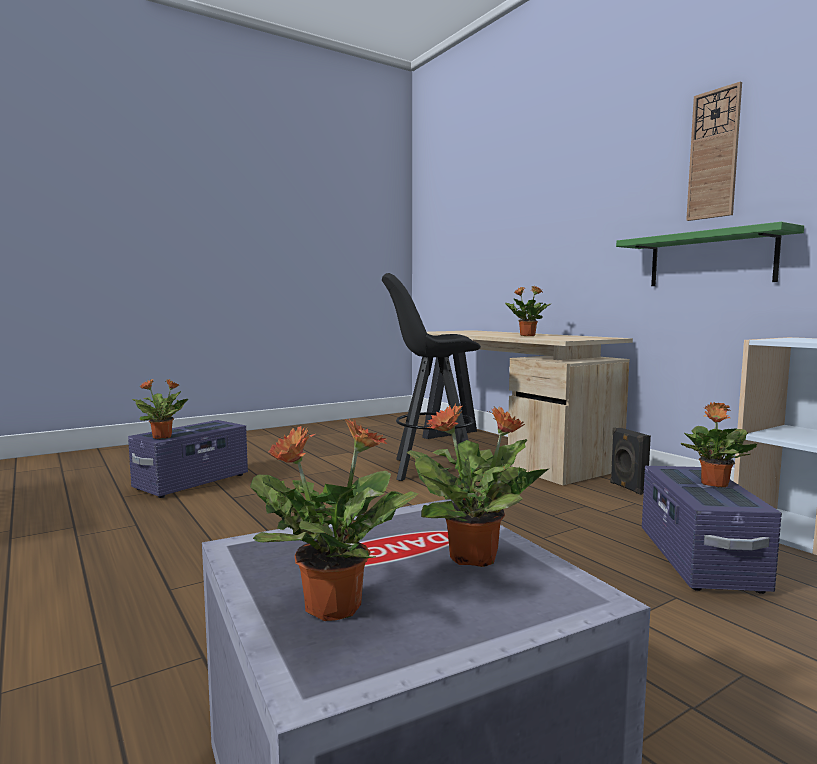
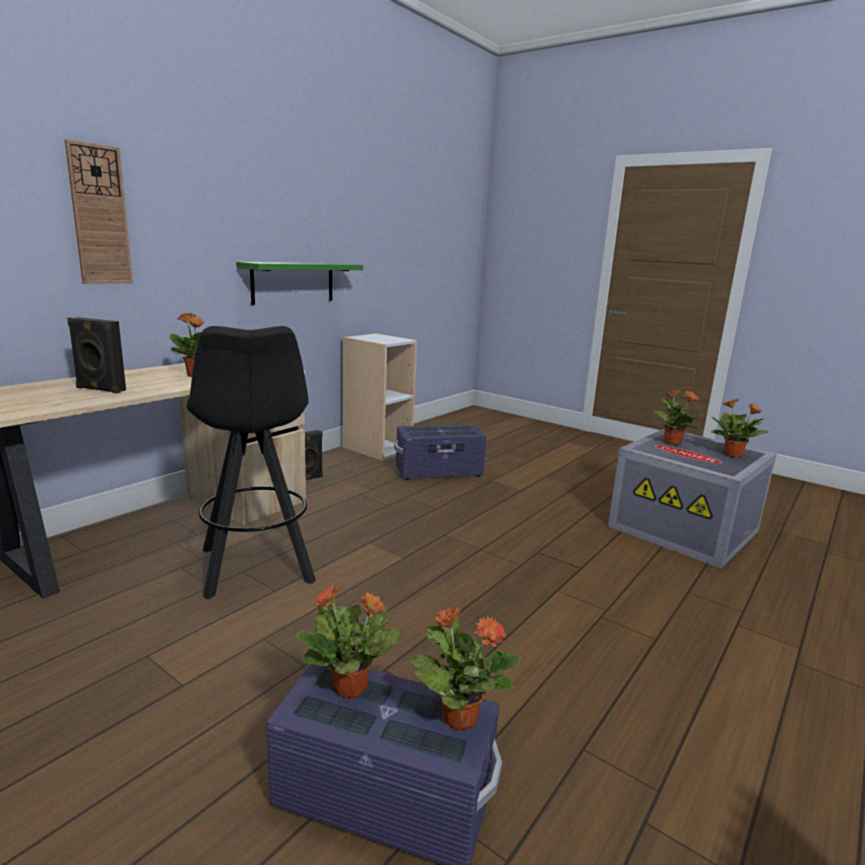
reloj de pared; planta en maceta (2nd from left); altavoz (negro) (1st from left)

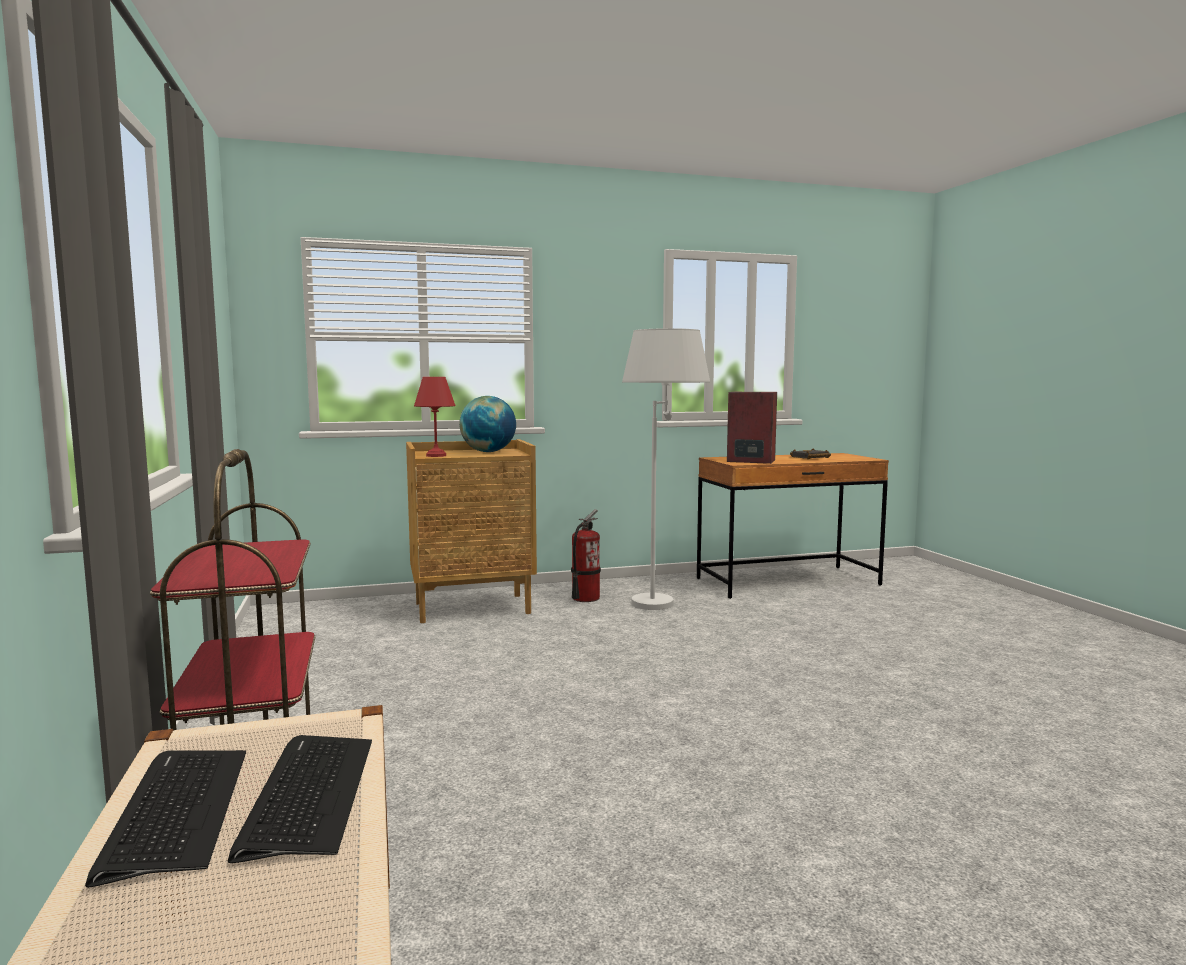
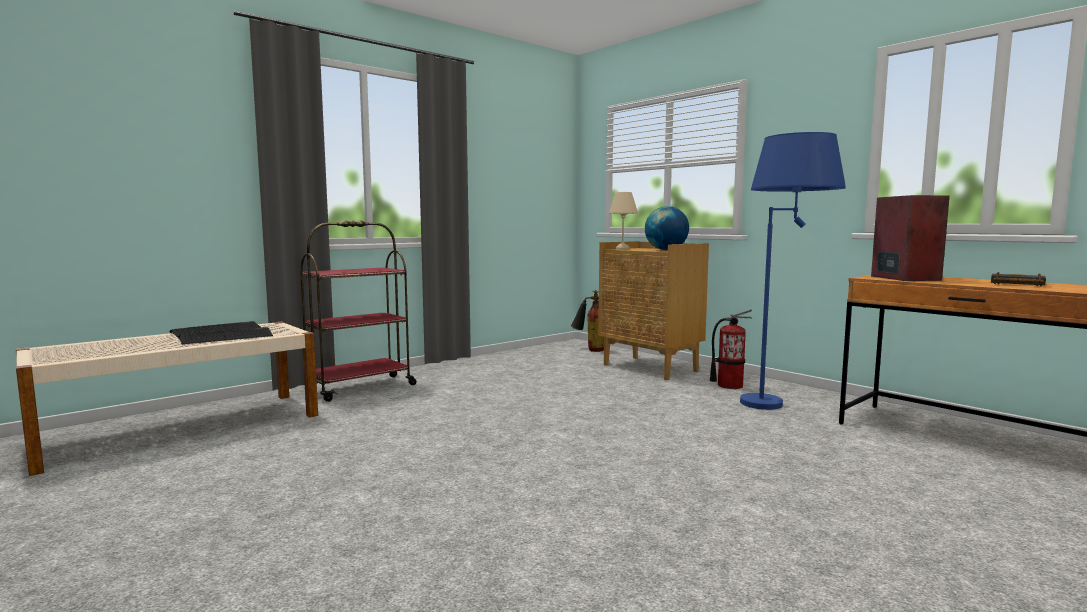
lámpara de pie (azul); lámpara de mesa (beis); extintor (1st from left)

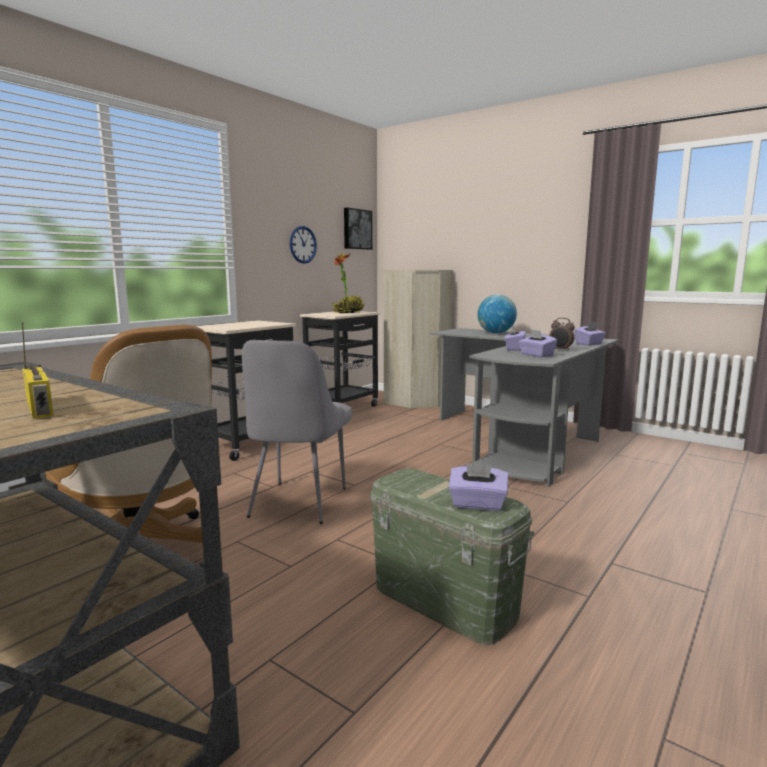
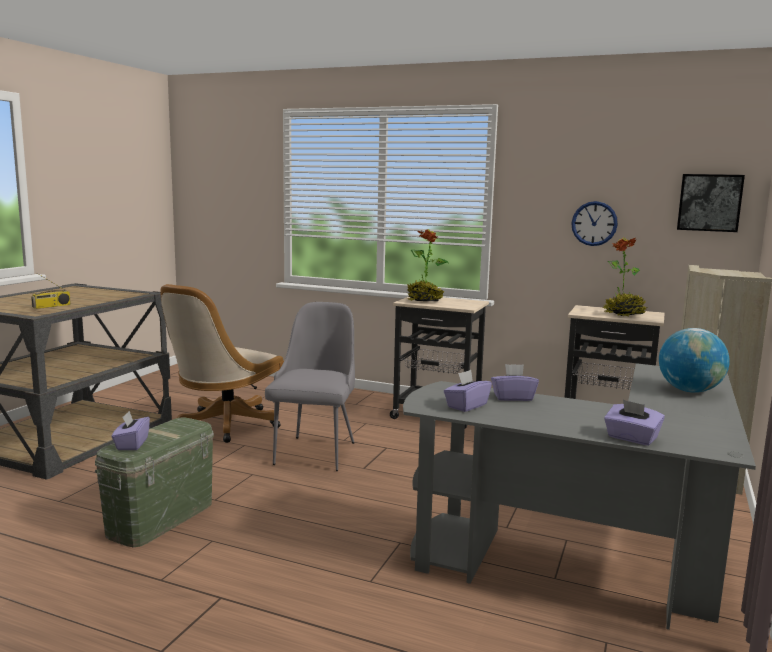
despertador; silla (gris); planta en maceta (1st from left)

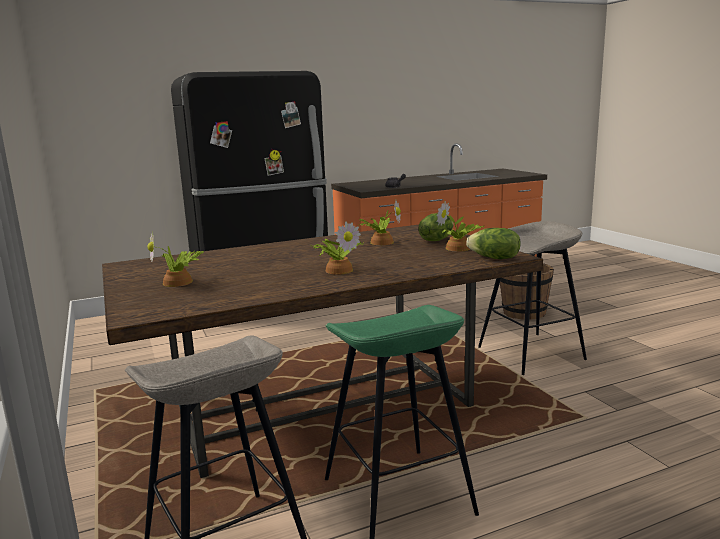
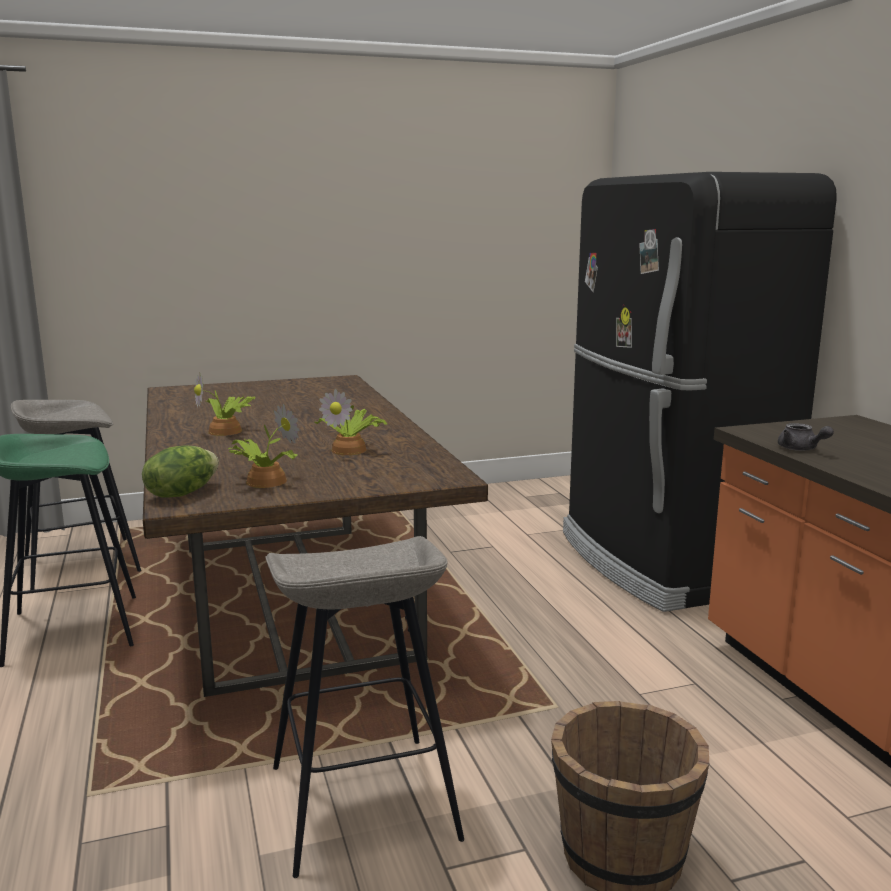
lechuga (1st from left in the first image); planta en maceta (1st from left in the first image)

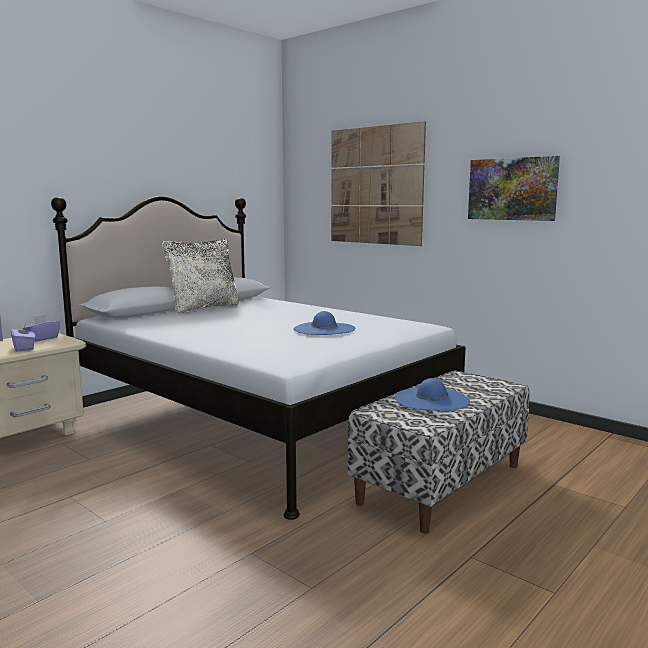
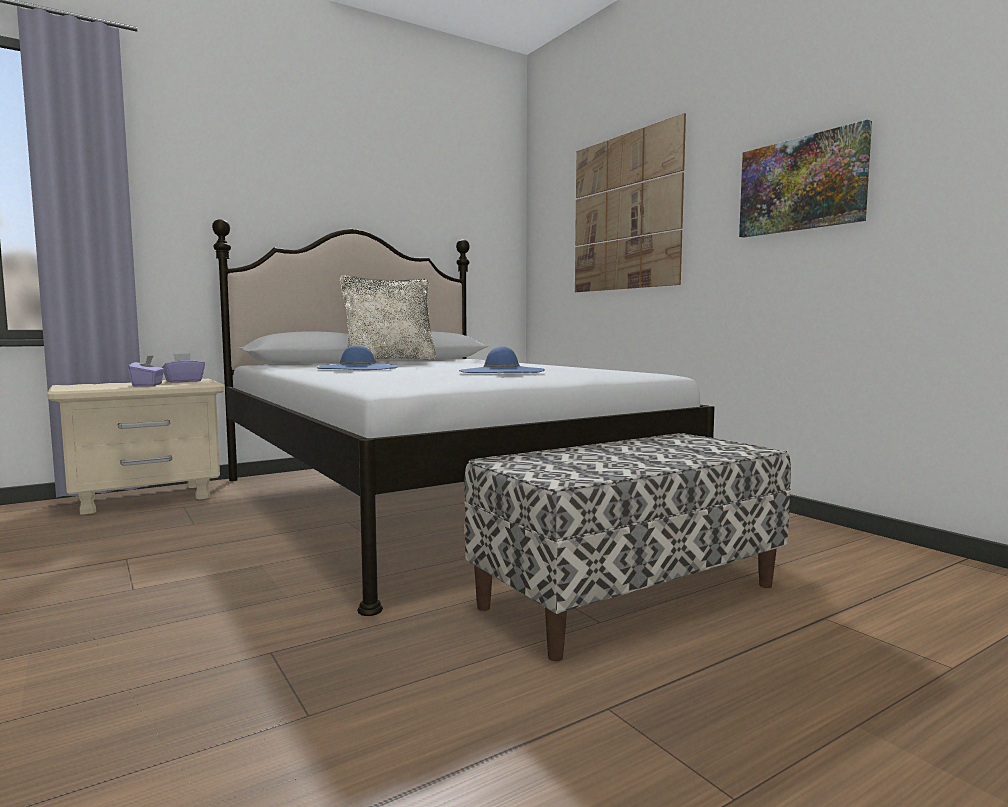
sombrero (azul) (1st from left)

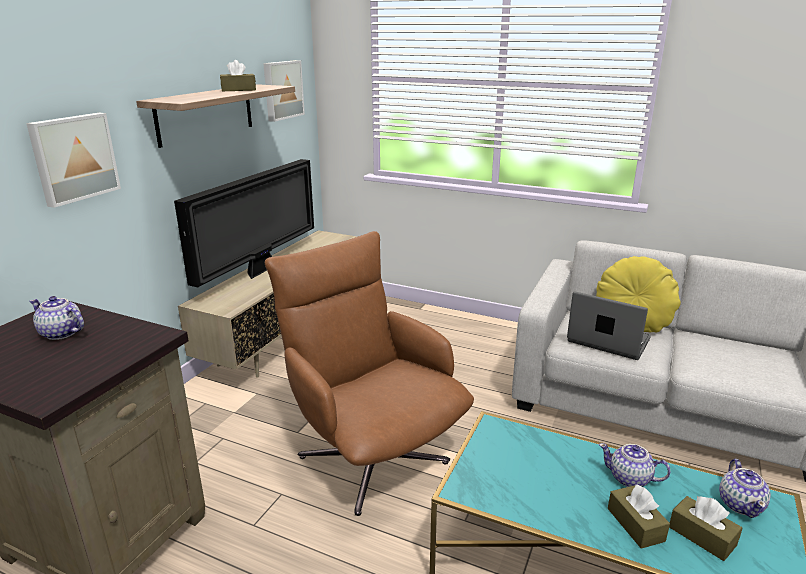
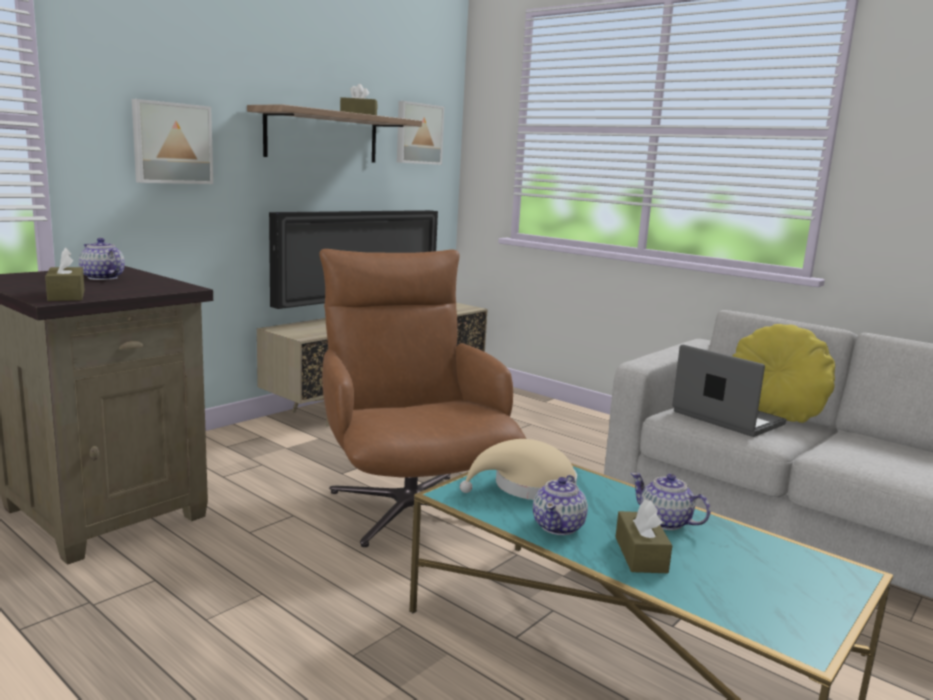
tetera (2nd from left); caja de pañuelos (marrón) (1st from left); sombrero (beis)

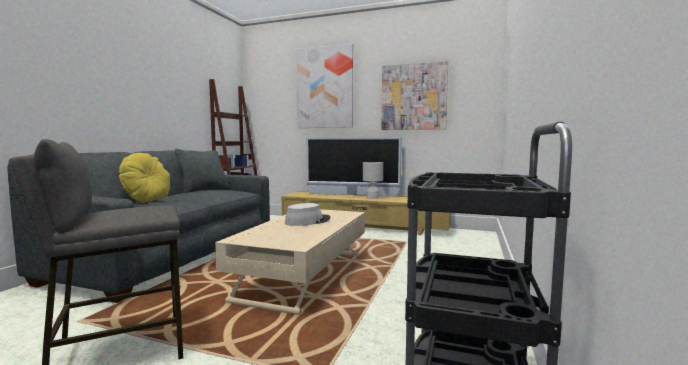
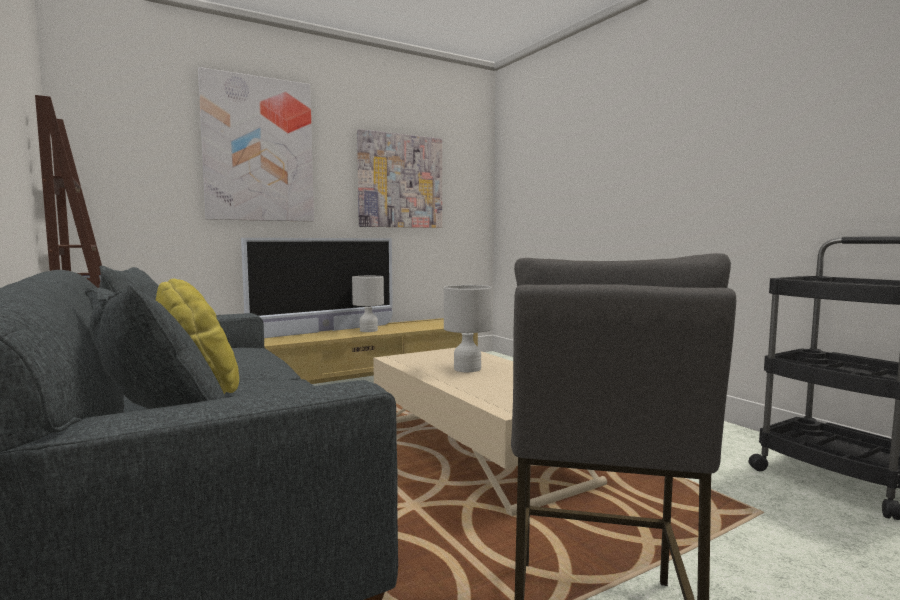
lámpara de mesa (gris) (2nd from left)

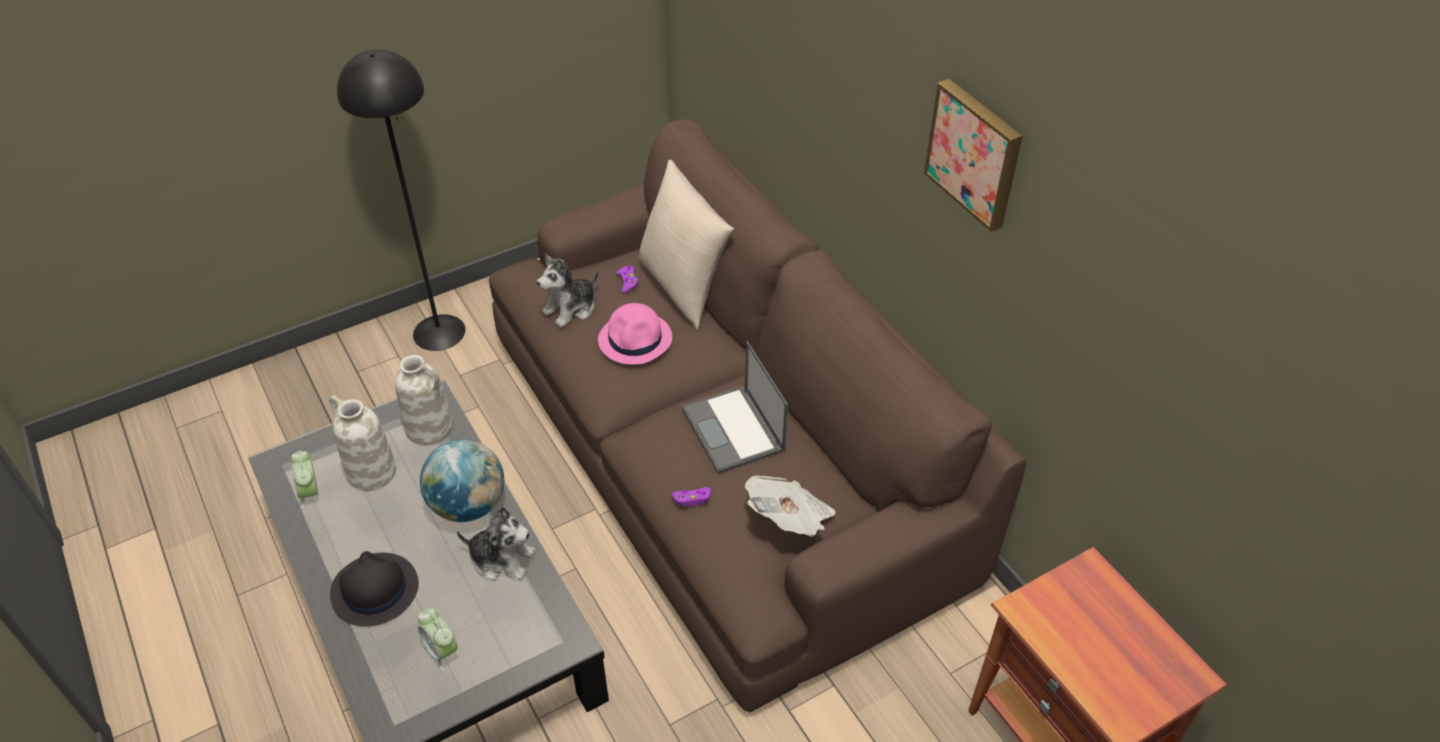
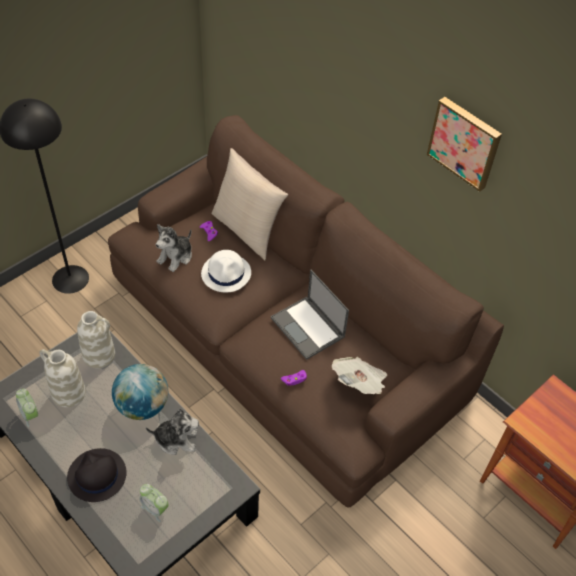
sombrero (blanco)

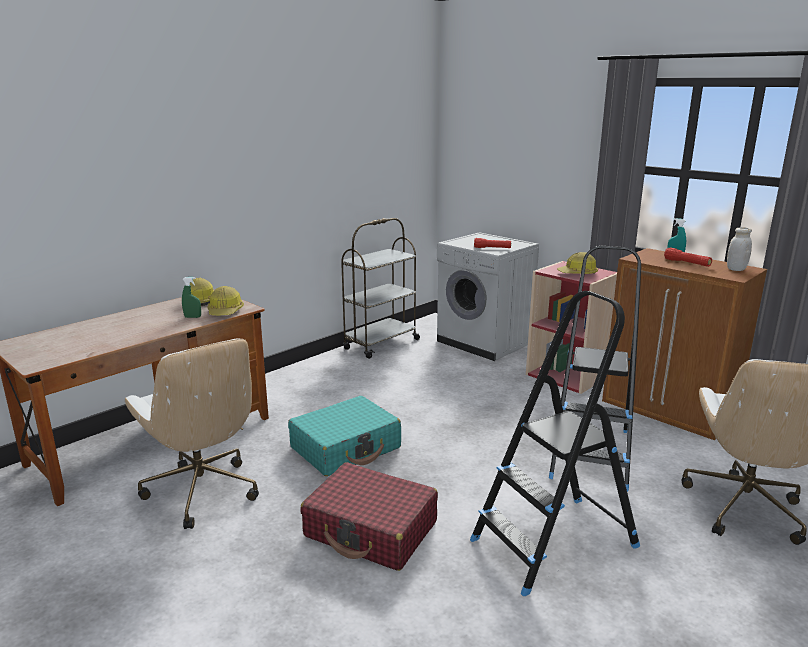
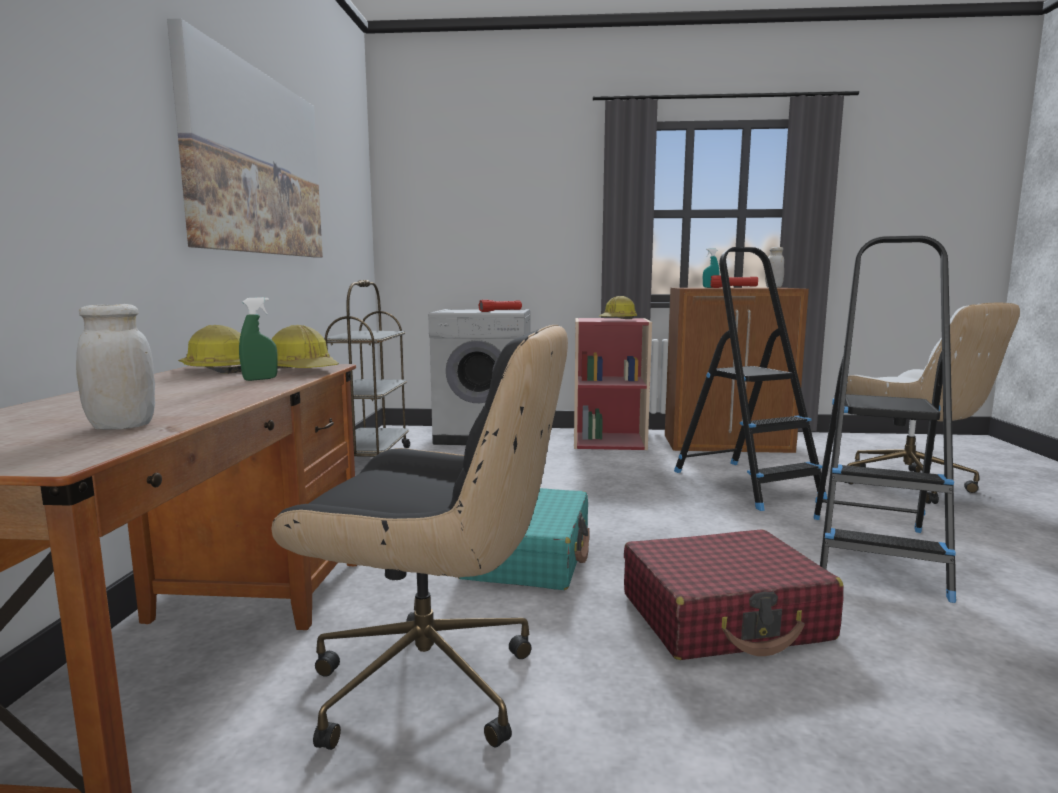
silla de oficina (negro); cuadro; tarro (blanco) (1st from left)

